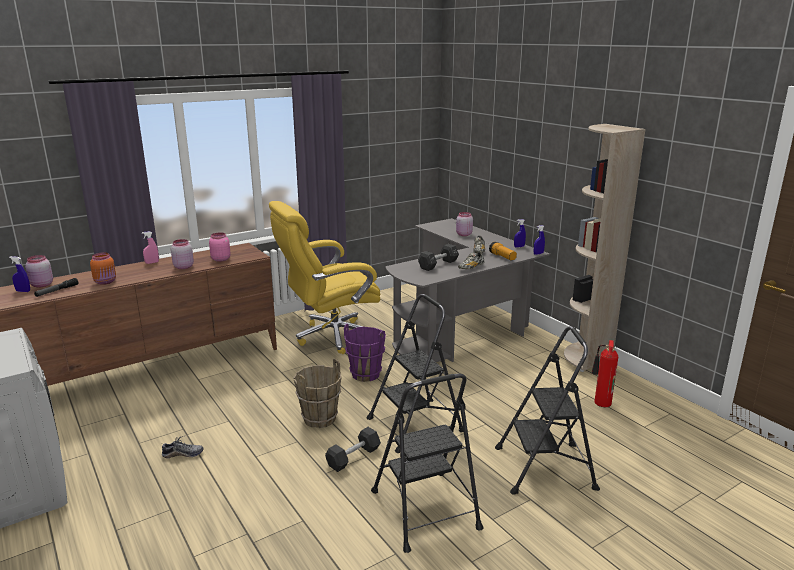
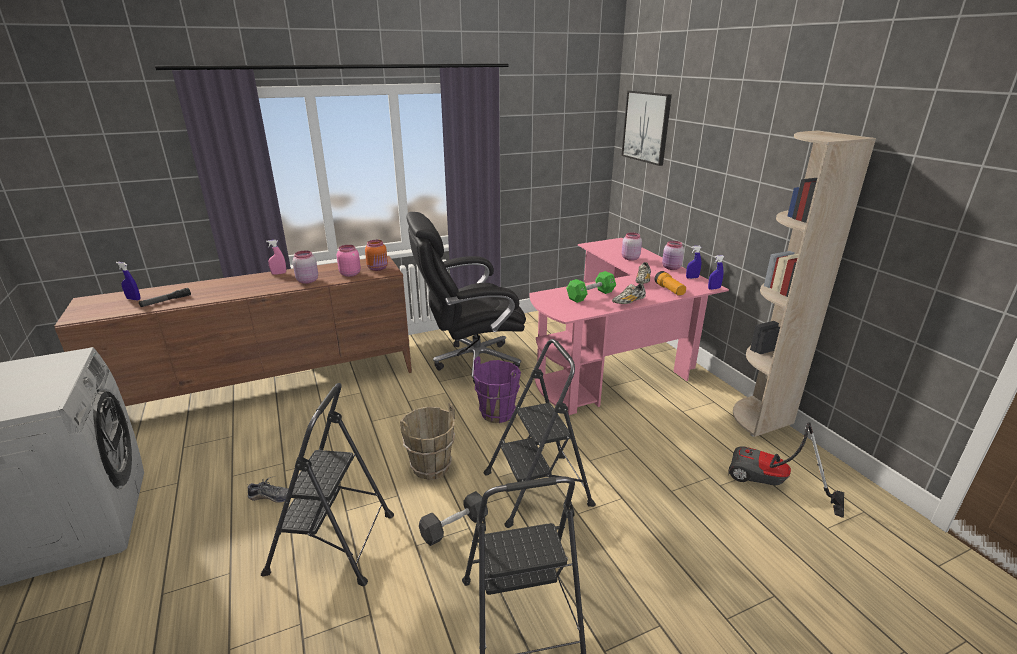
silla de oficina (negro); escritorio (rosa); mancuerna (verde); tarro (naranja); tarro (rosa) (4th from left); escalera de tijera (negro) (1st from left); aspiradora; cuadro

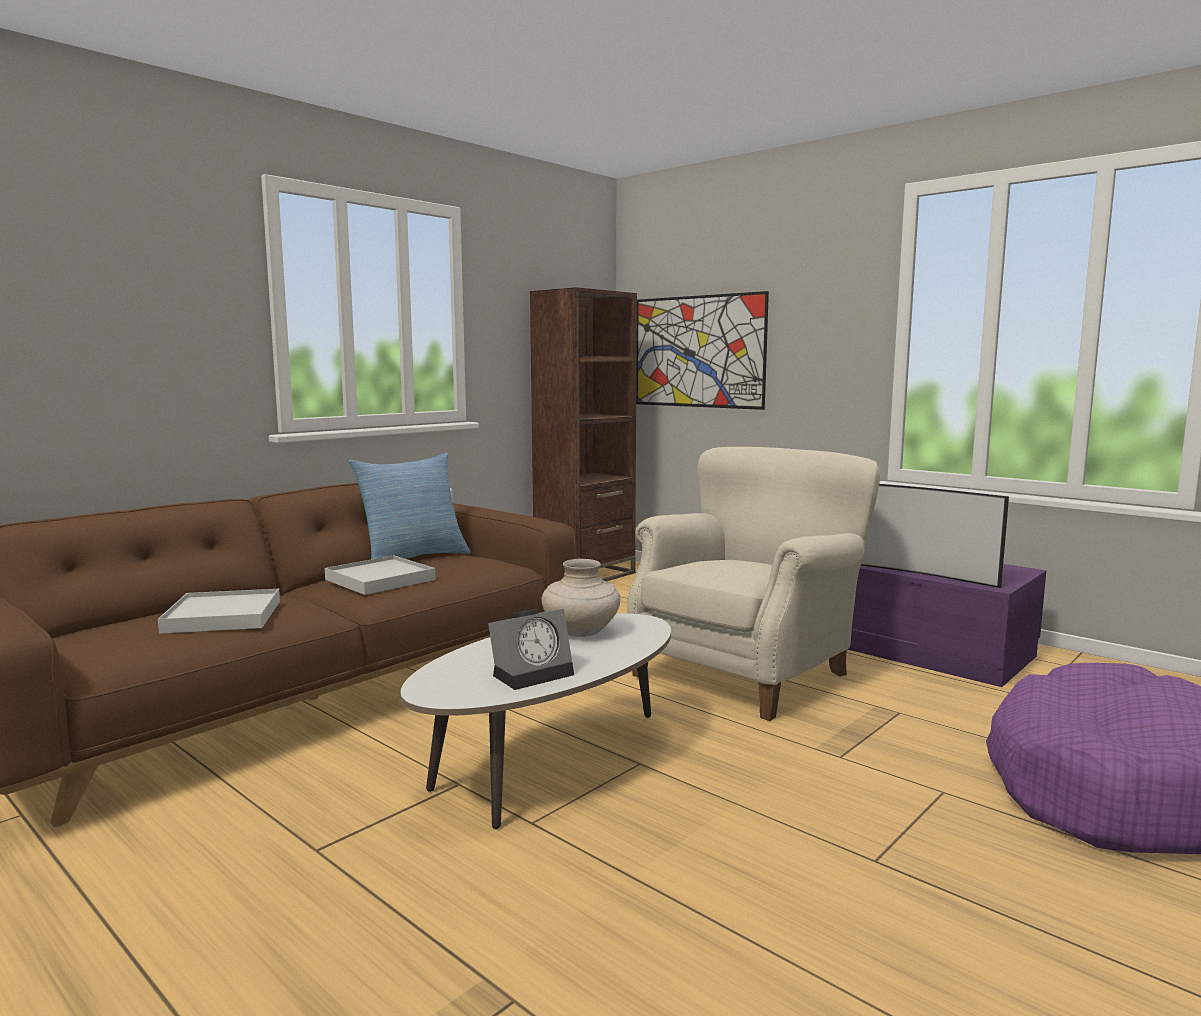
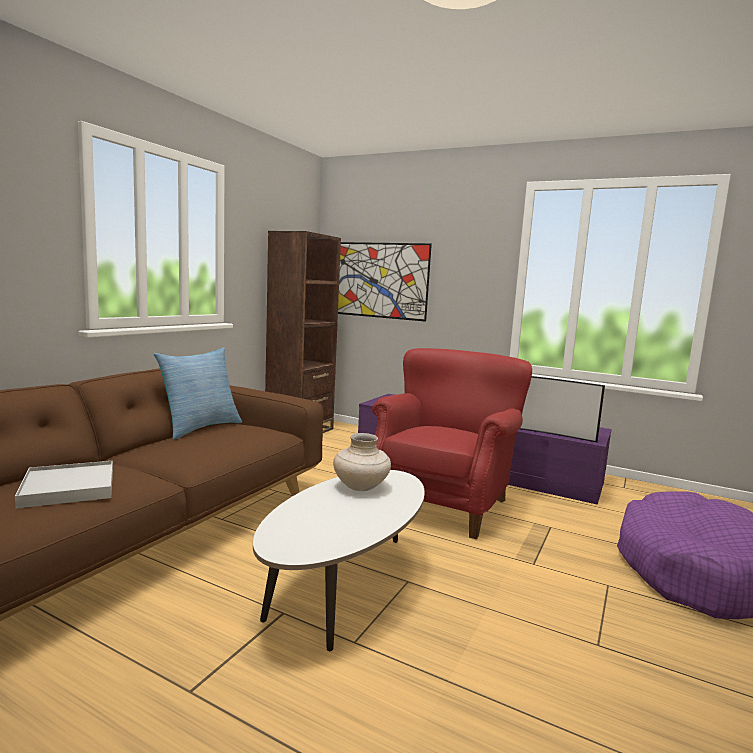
sillón (rojo); bandeja (blanco) (2nd from left in the first image); despertador

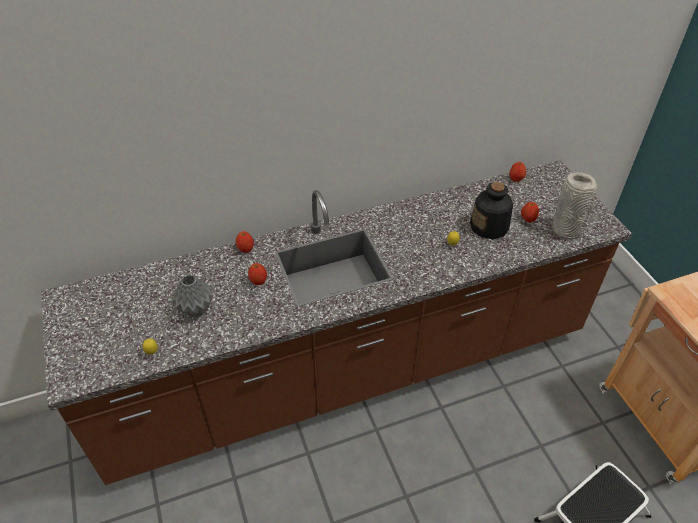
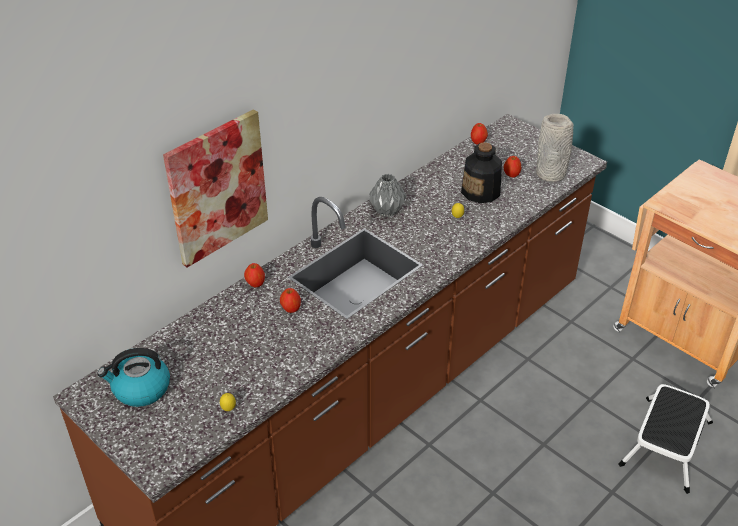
florero (gris) (1st from left); cuadro; hervidor

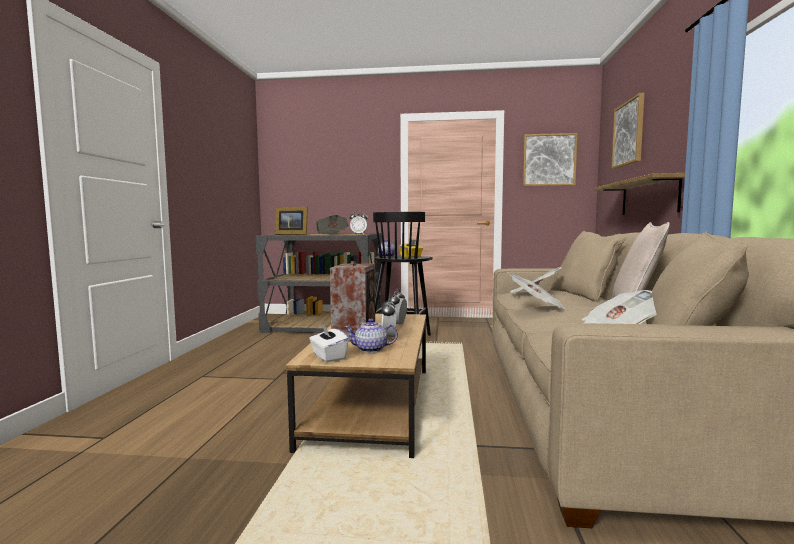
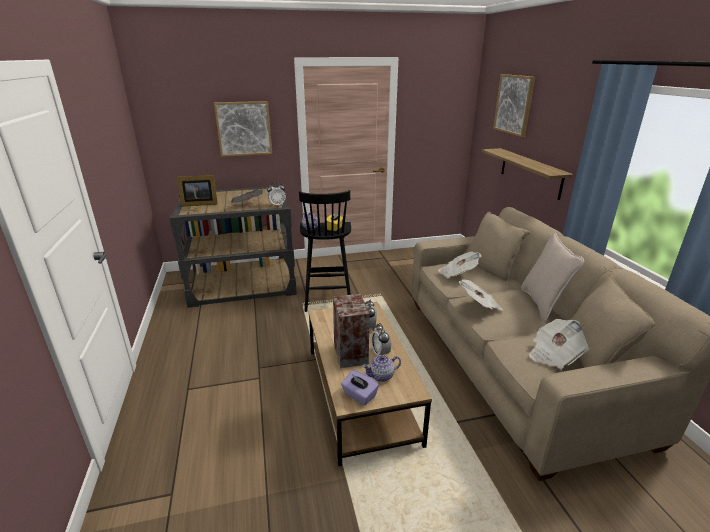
cuadro (1st from left); caja de pañuelos (morado)

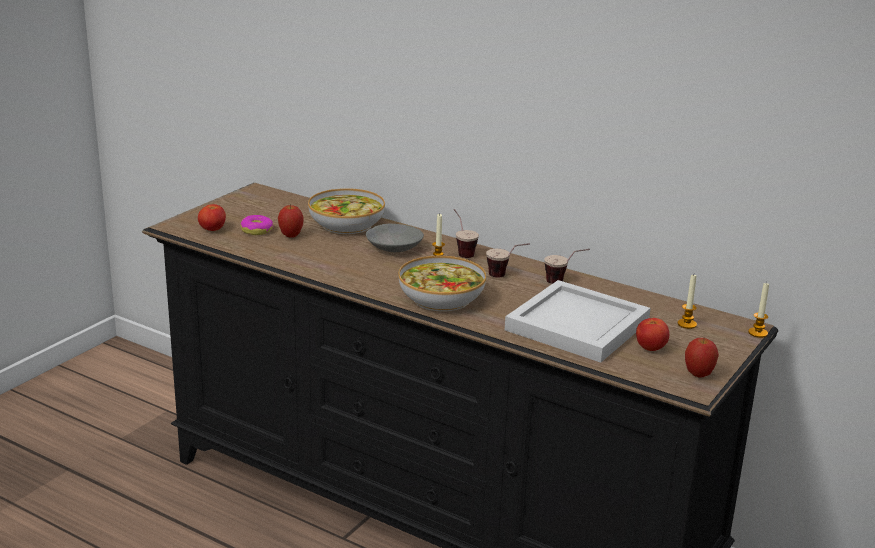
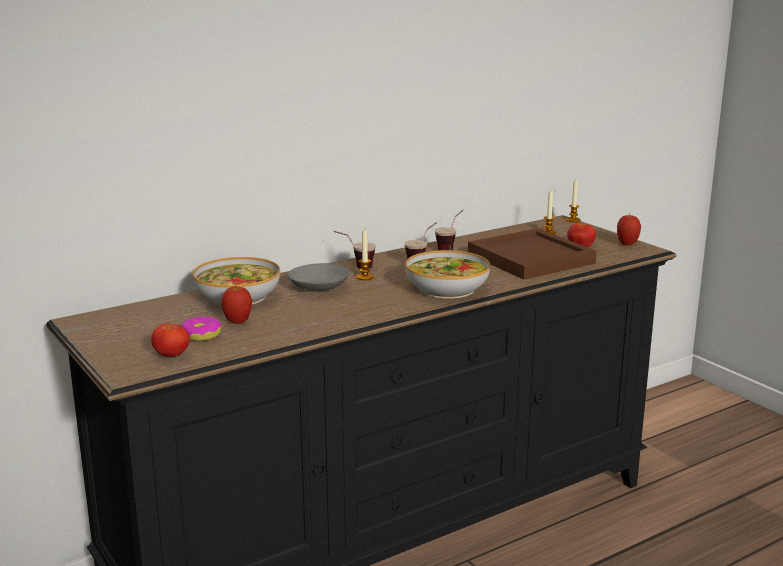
bandeja (marrón)

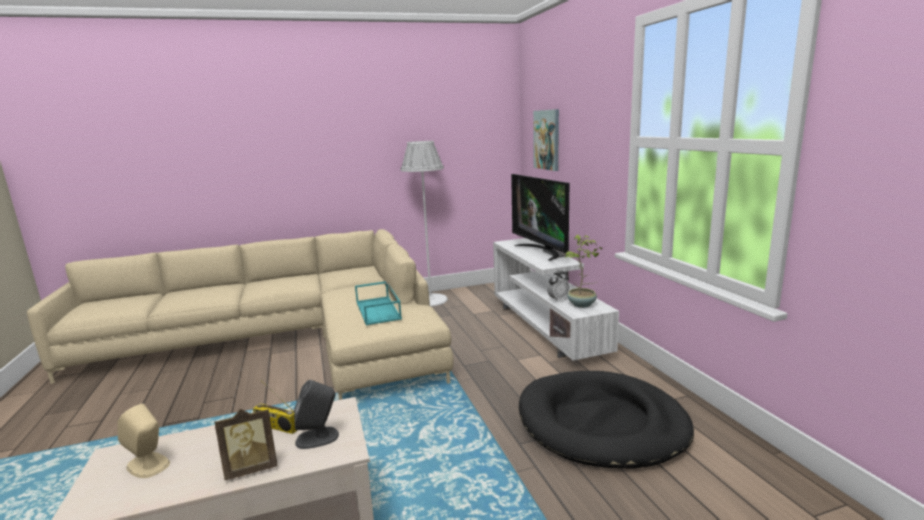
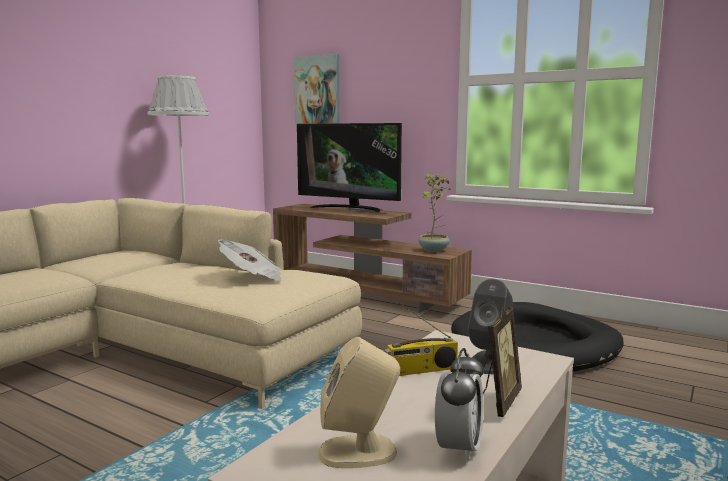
mueble de televisión (marrón); despertador; periódico

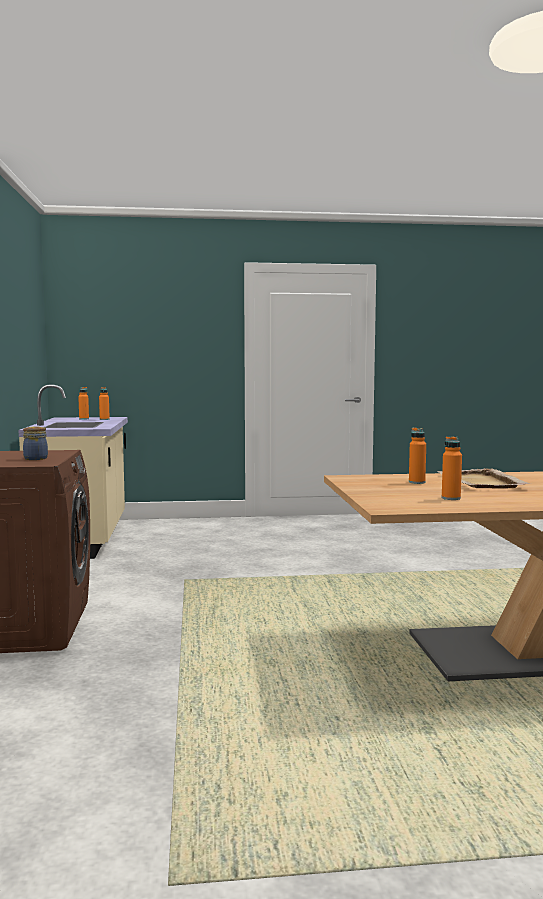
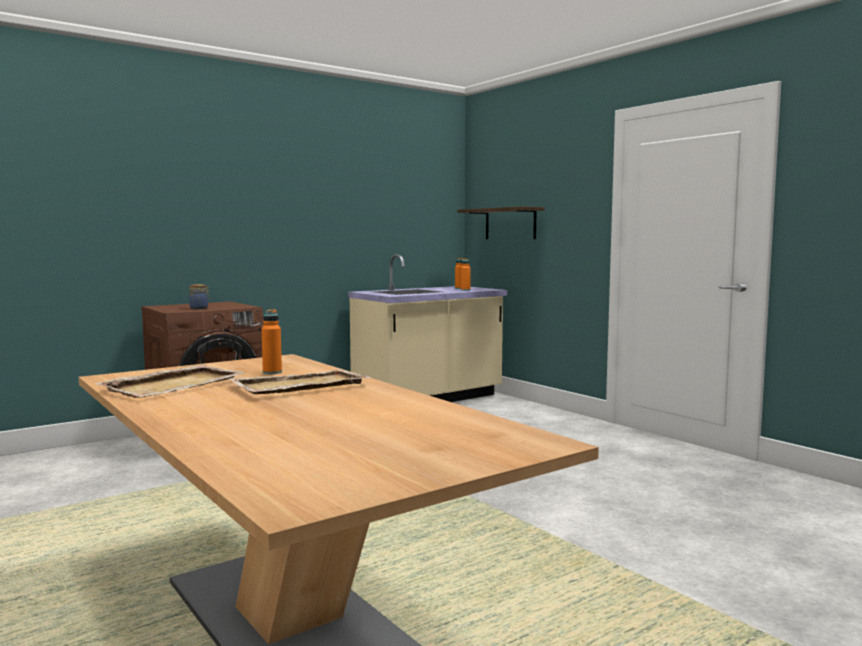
bandeja (beis) (1st from left); estante

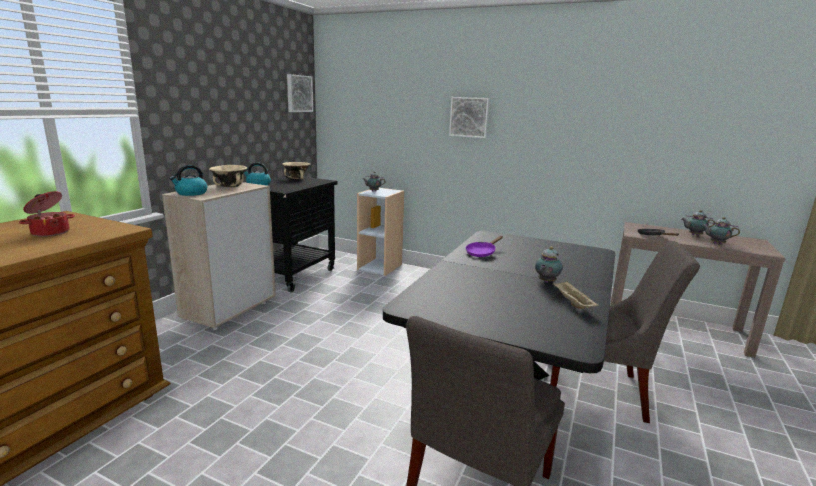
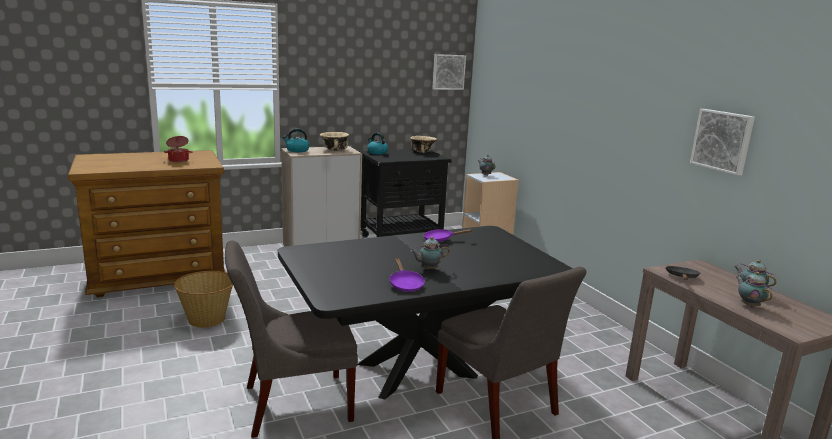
cuadro (2nd from left); sartén (morado) (1st from left); cesta

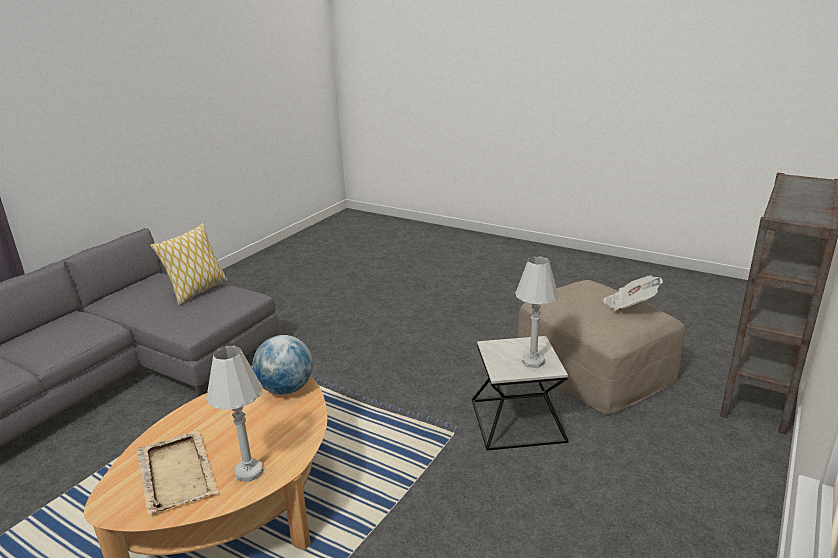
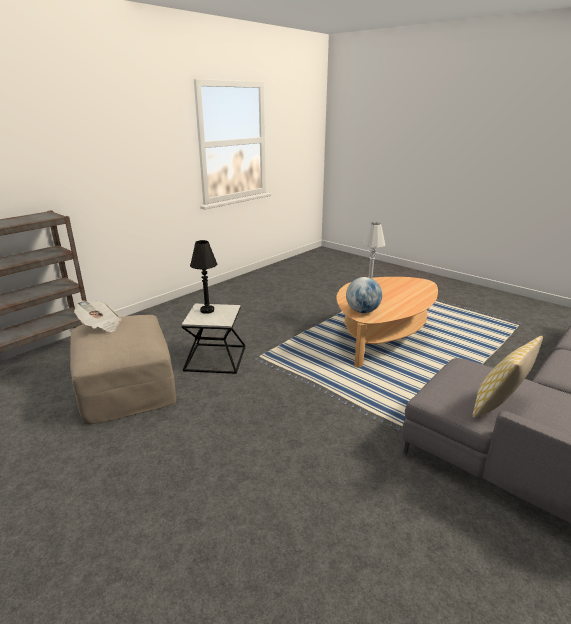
lámpara de mesa (negro); bandeja (beis)

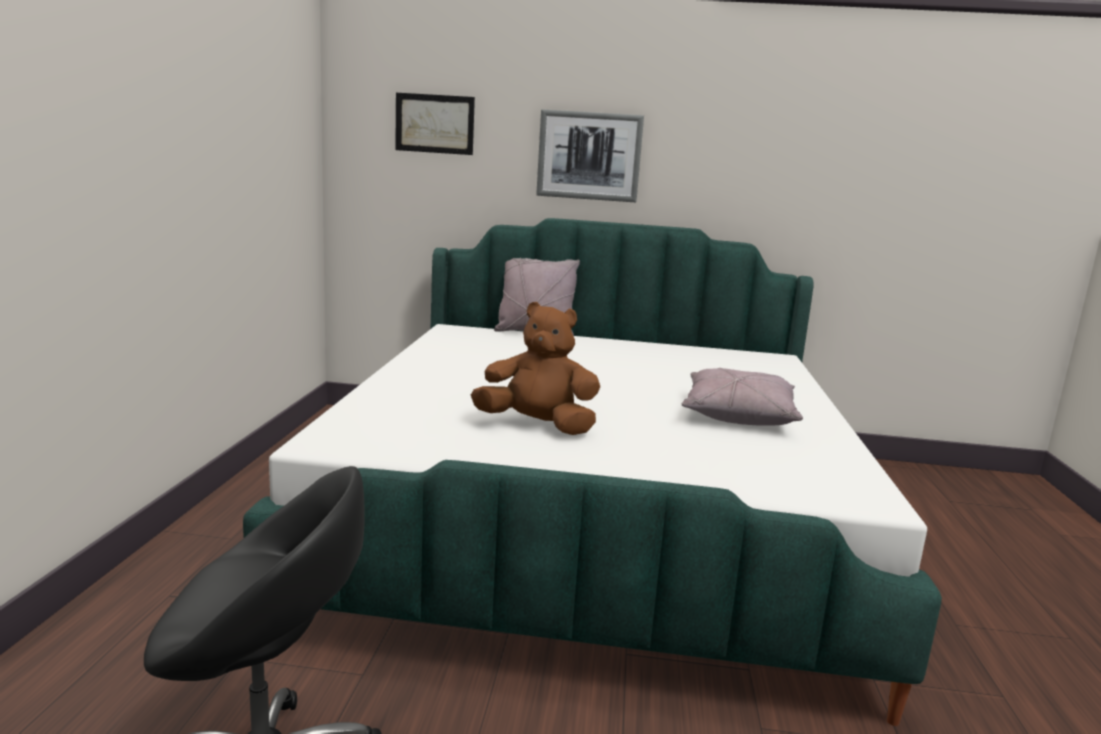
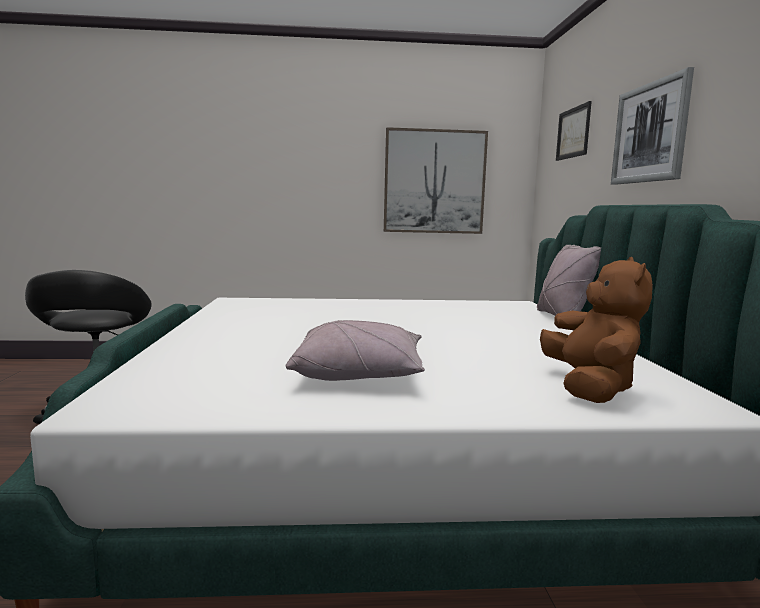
peluche (marrón); cuadro (1st from left)

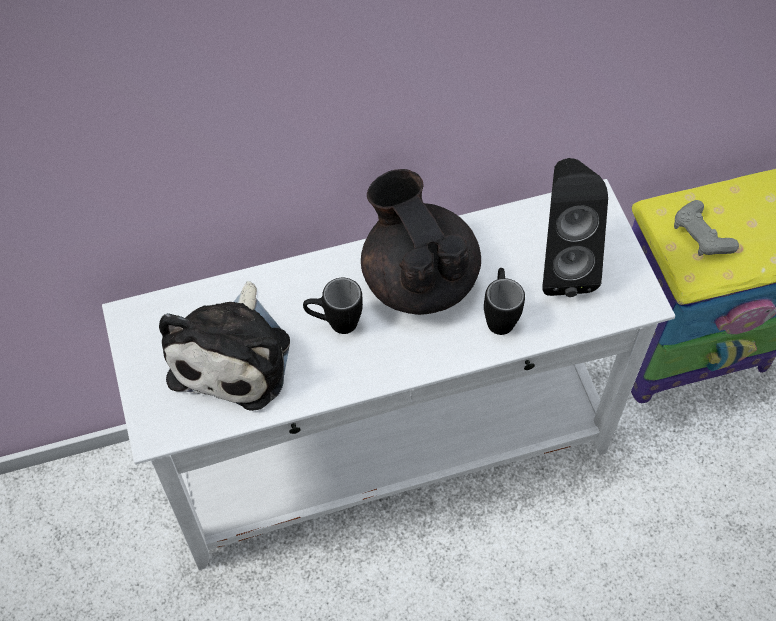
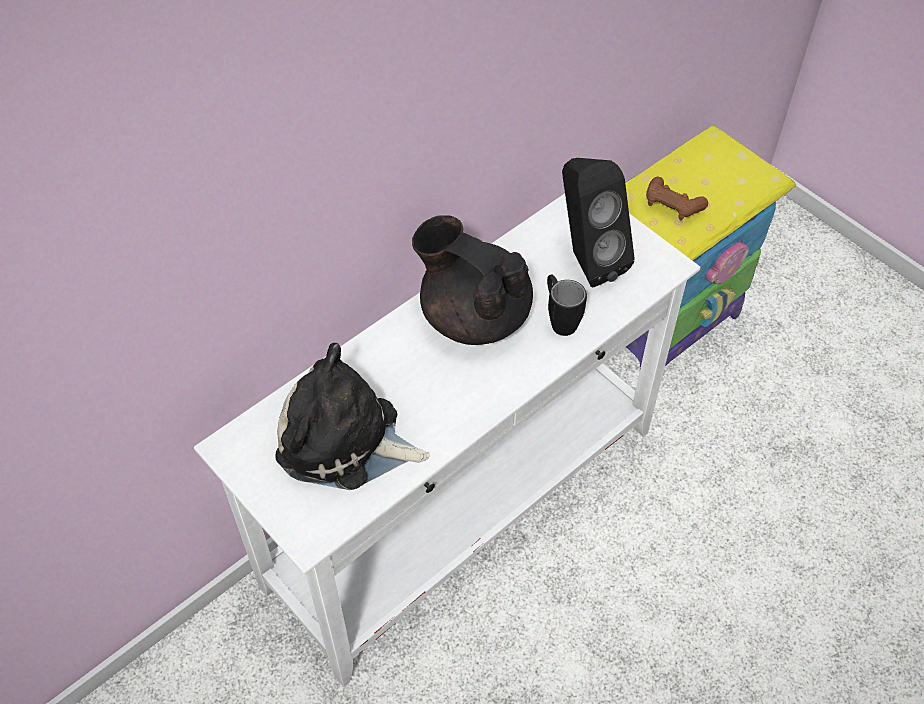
mando de consola (marrón); taza grande (negro) (1st from left in the first image); peluche

